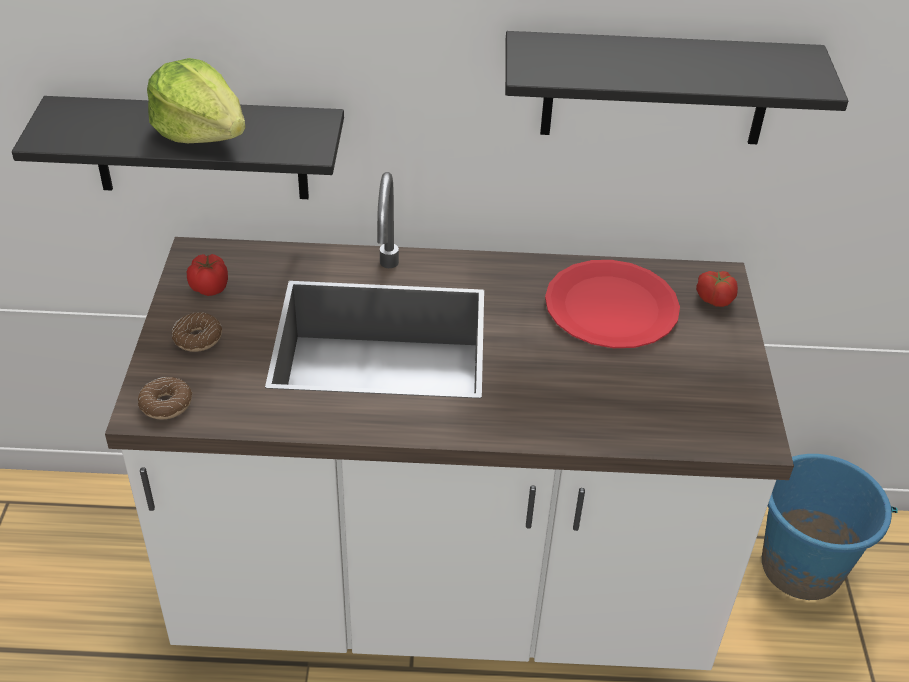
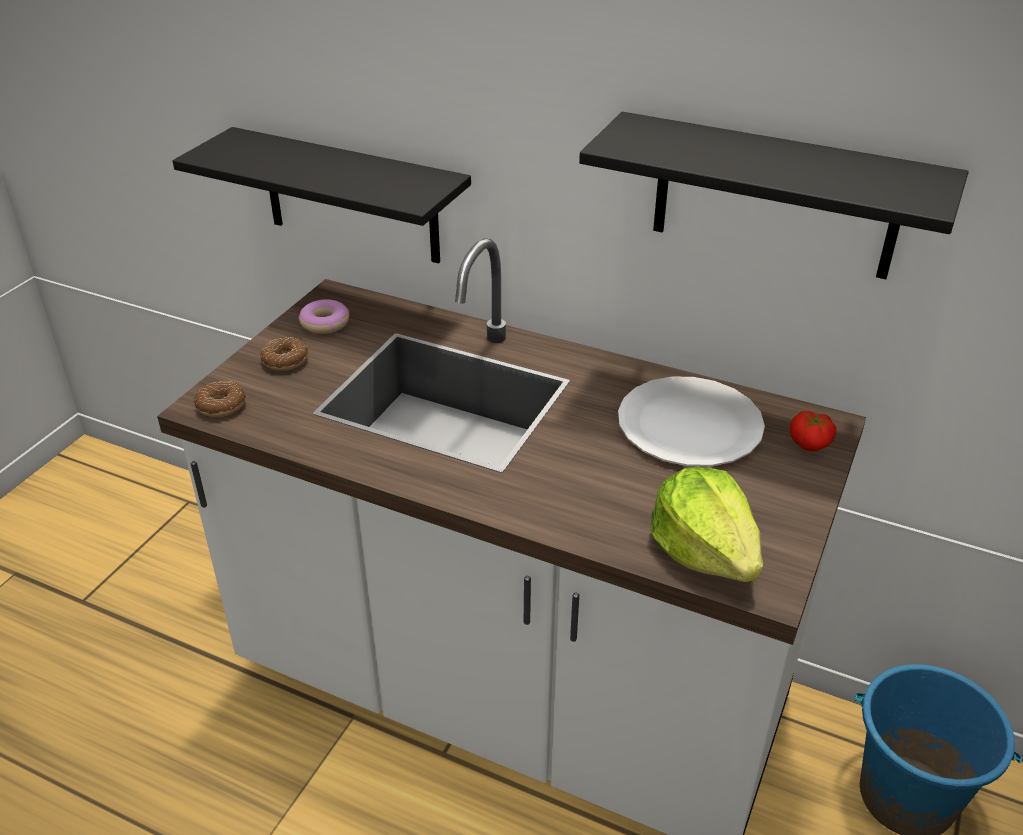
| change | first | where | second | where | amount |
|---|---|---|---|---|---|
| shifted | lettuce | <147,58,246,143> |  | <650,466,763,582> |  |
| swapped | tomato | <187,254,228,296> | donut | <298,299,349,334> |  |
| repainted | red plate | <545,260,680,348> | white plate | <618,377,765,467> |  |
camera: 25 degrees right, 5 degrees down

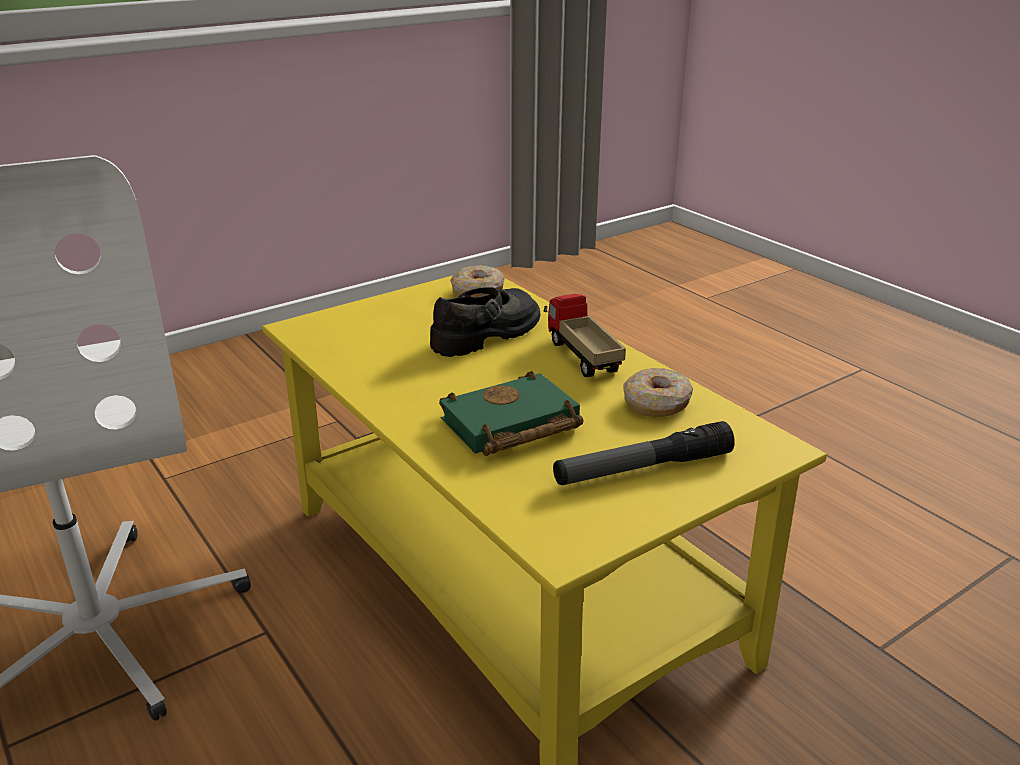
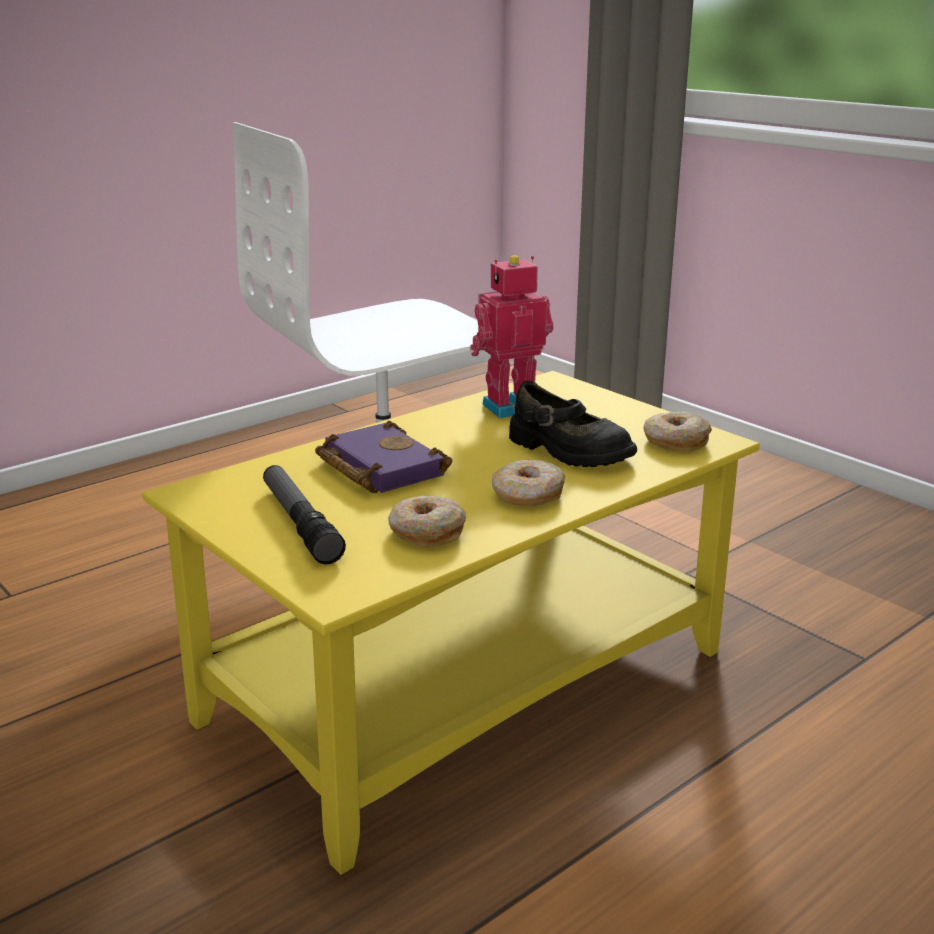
| change | first | where | second | where | amount |
|---|---|---|---|---|---|
| new |  |  | toy robot | <470,255,554,418> |  |
| swapped | toy truck | <544,294,626,377> | donut | <492,460,565,506> |  |
| repainted | green book | <439,371,583,456> | purple book | <315,421,452,493> |  |
camera: 85 degrees right, 5 degrees down

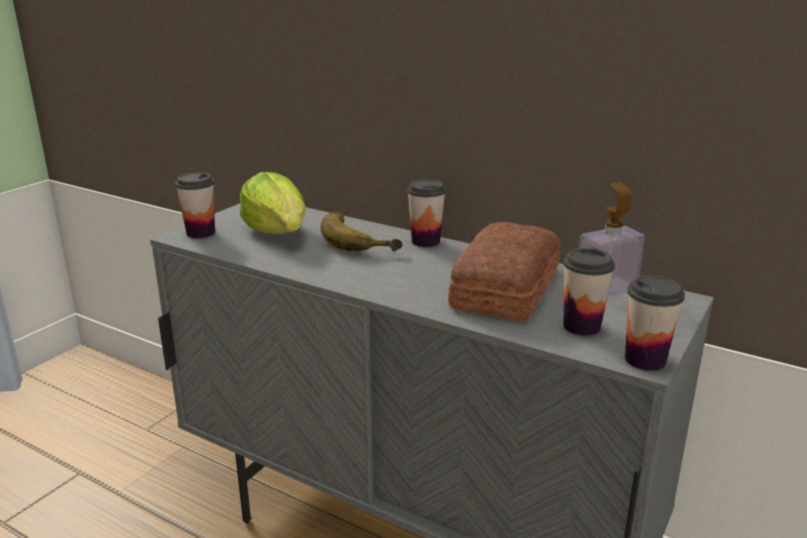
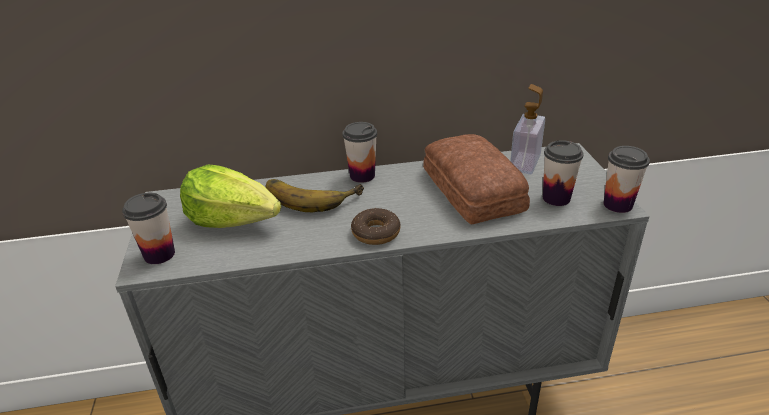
| change | first | where | second | where | amount |
|---|---|---|---|---|---|
| new |  |  | donut | <351,208,401,245> |  |
camera: 40 degrees left, 10 degrees up

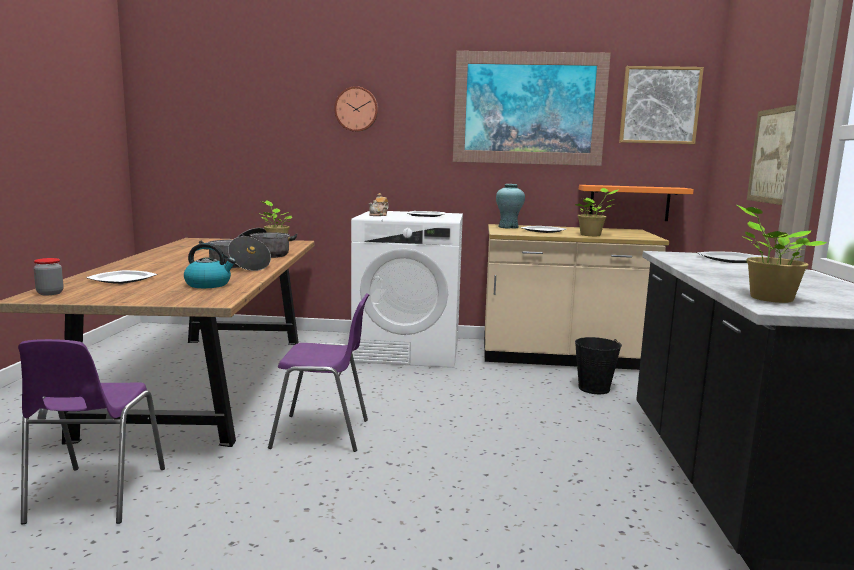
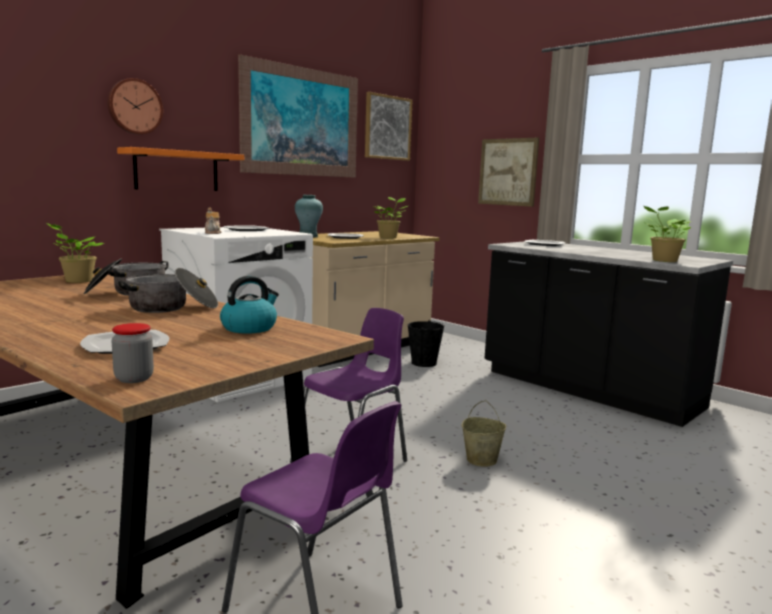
| change | first | where | second | where | amount |
|---|---|---|---|---|---|
| new |  |  | beige bucket | <461,400,506,467> |  |
| shifted | orange shelf | <579,185,694,221> |  | <117,147,244,191> |  |
camera: 50 degrees left, 0 degrees up

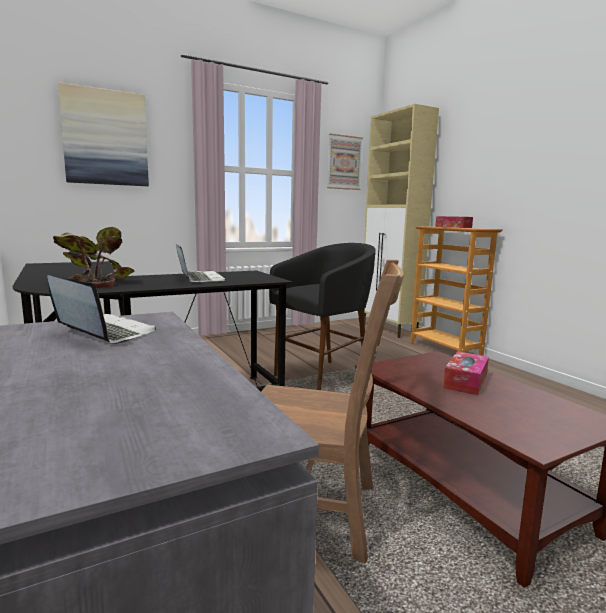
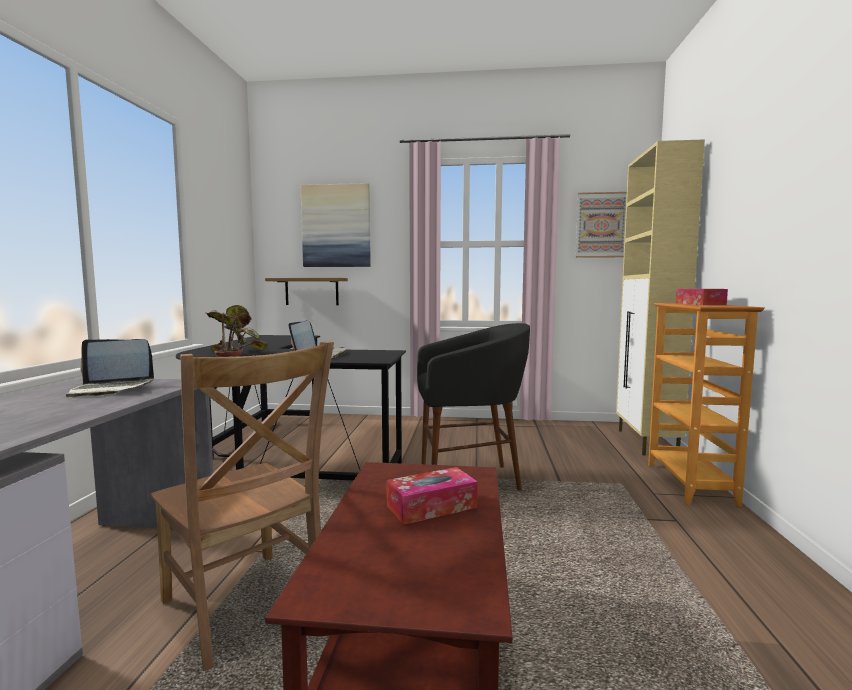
| change | first | where | second | where | amount |
|---|---|---|---|---|---|
| new |  |  | shelf | <265,278,348,305> |  |
| rotated | laptop | <47,275,156,344> |  | <66,339,154,397> | 105 degrees clockwise |
camera: 35 degrees right, 5 degrees down

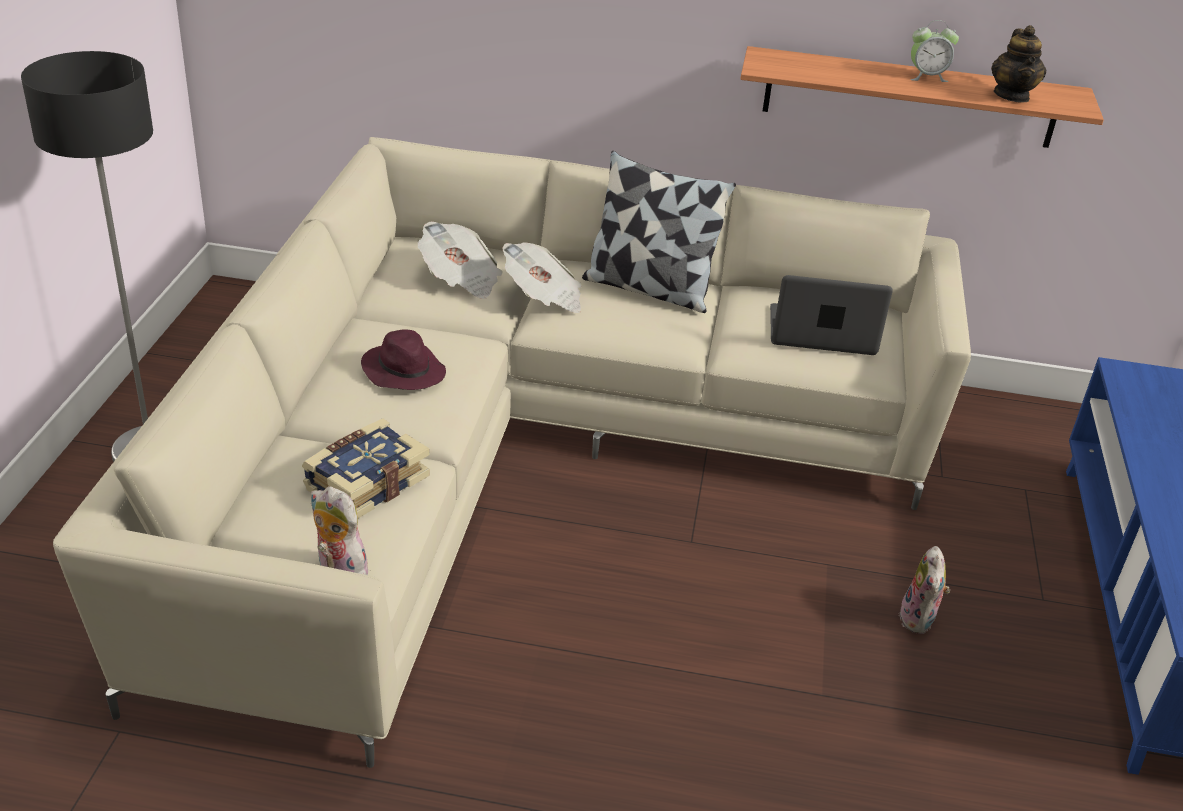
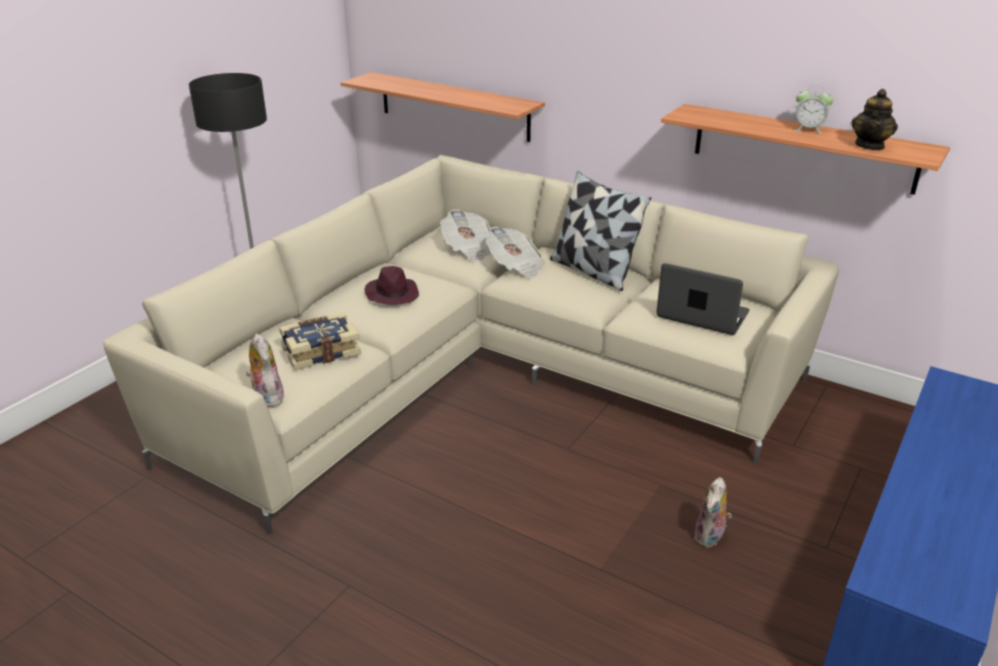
| change | first | where | second | where | amount |
|---|---|---|---|---|---|
| new |  |  | shelf | <341,72,545,142> |  |
camera: 25 degrees right, 5 degrees down

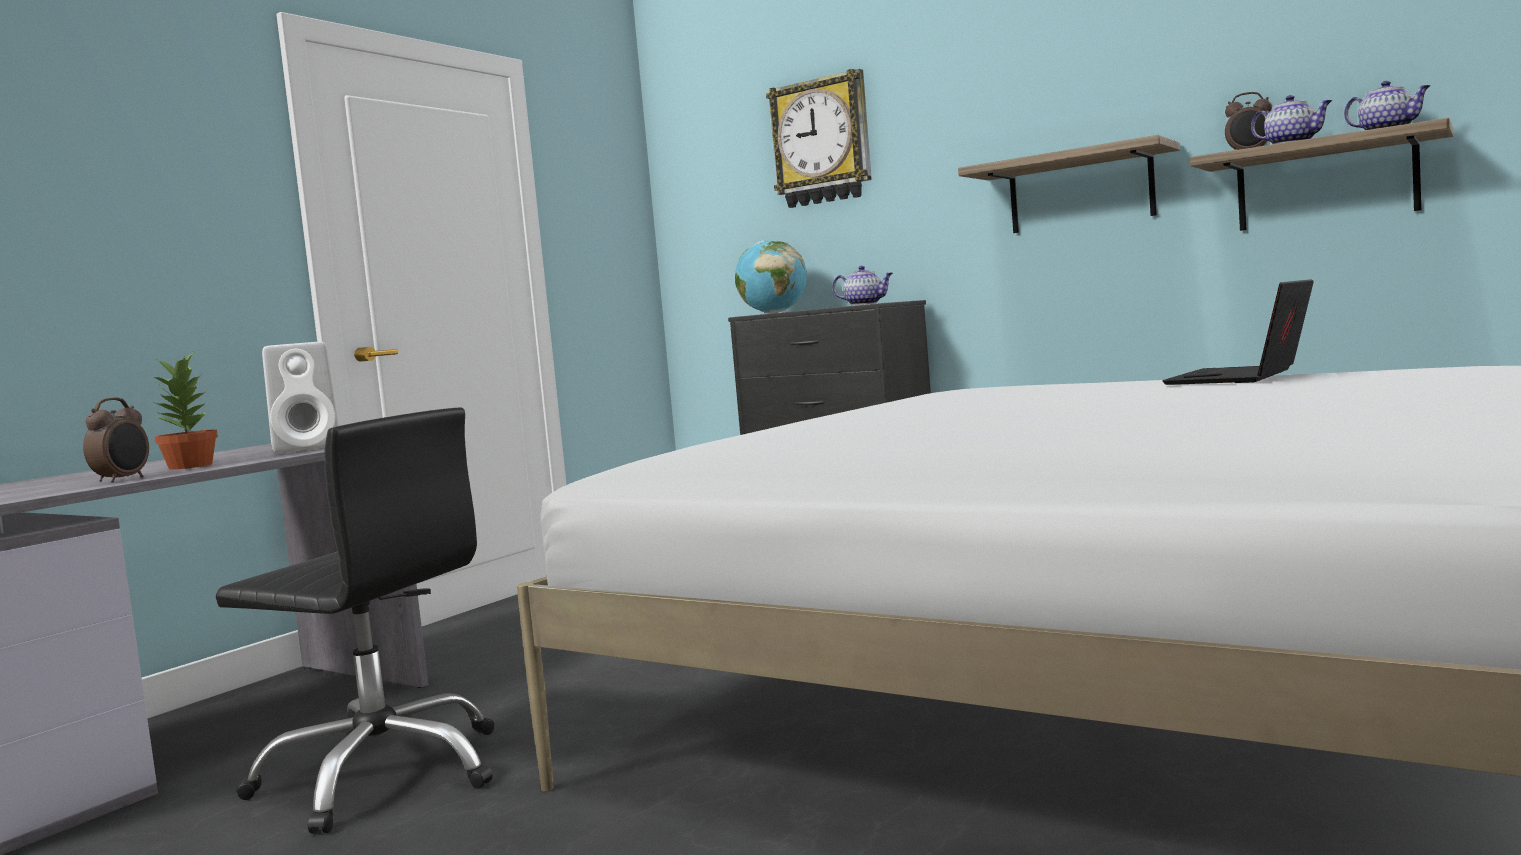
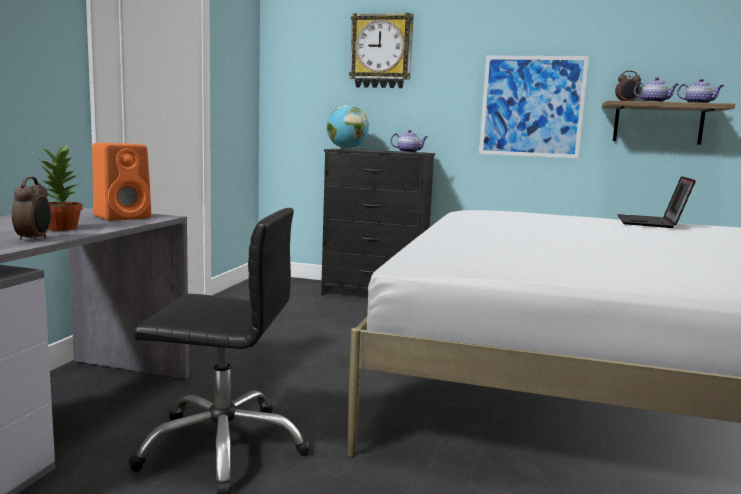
| change | first | where | second | where | amount |
|---|---|---|---|---|---|
| swapped | shelf | <958,135,1180,233> | picture | <479,56,589,158> |  |
| repainted | white speaker | <262,342,339,453> | orange speaker | <92,143,151,221> |  |
camera: 20 degrees left, 5 degrees up

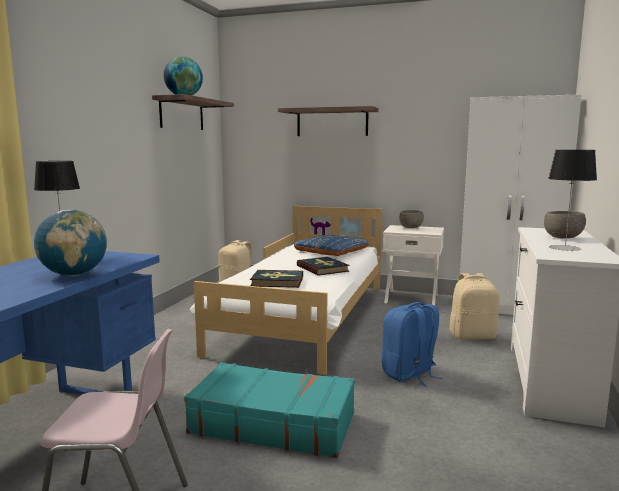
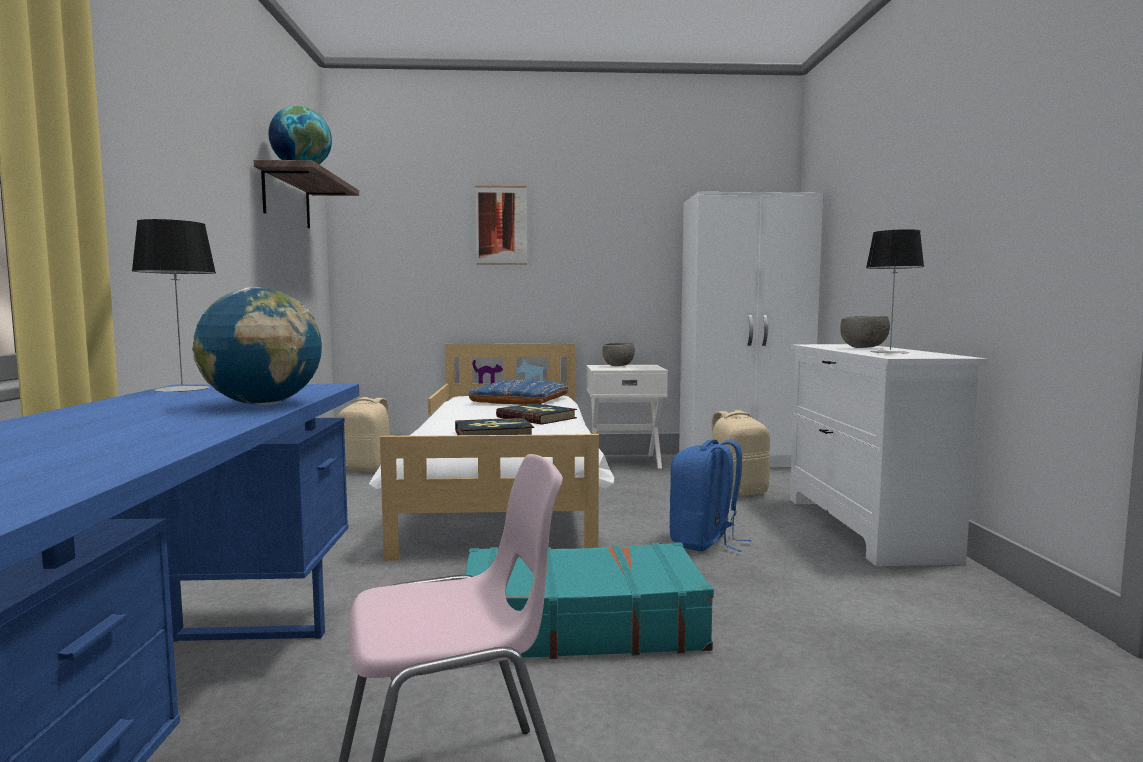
| change | first | where | second | where | amount |
|---|---|---|---|---|---|
| swapped | shelf | <278,106,379,136> | picture | <476,186,527,265> |  |
camera: 20 degrees left, 5 degrees down

